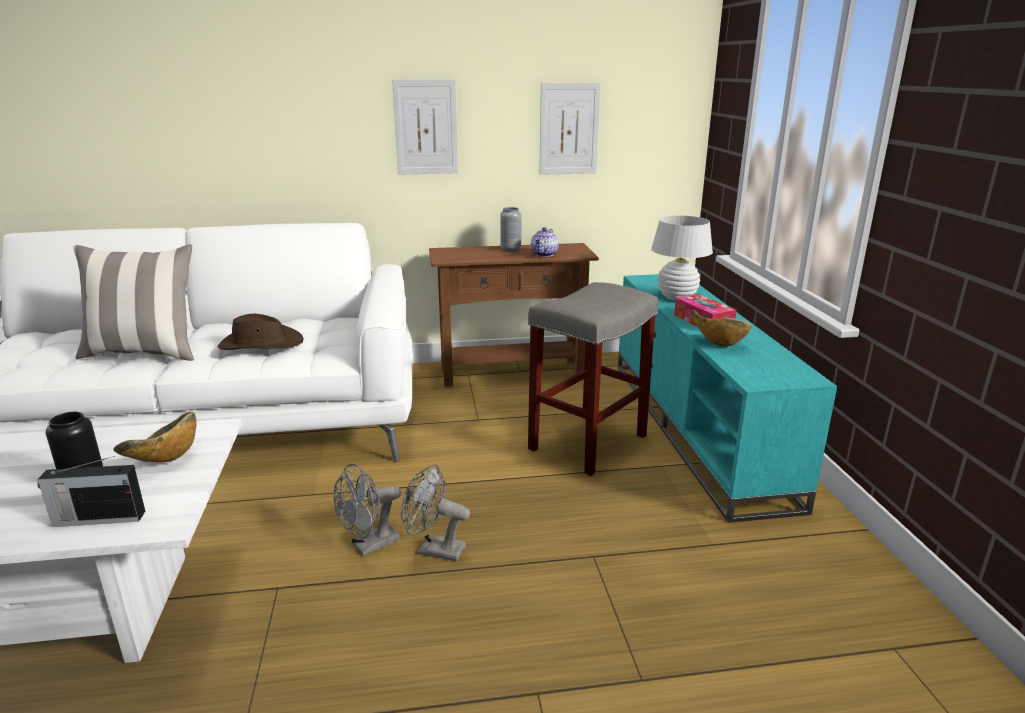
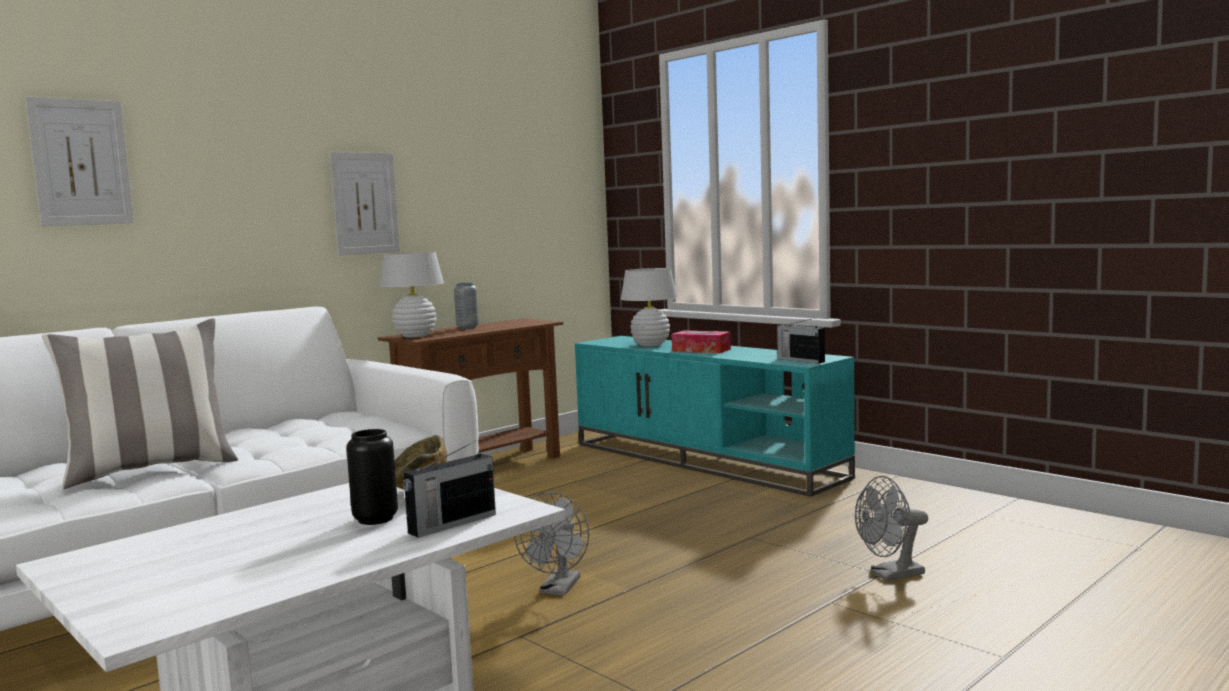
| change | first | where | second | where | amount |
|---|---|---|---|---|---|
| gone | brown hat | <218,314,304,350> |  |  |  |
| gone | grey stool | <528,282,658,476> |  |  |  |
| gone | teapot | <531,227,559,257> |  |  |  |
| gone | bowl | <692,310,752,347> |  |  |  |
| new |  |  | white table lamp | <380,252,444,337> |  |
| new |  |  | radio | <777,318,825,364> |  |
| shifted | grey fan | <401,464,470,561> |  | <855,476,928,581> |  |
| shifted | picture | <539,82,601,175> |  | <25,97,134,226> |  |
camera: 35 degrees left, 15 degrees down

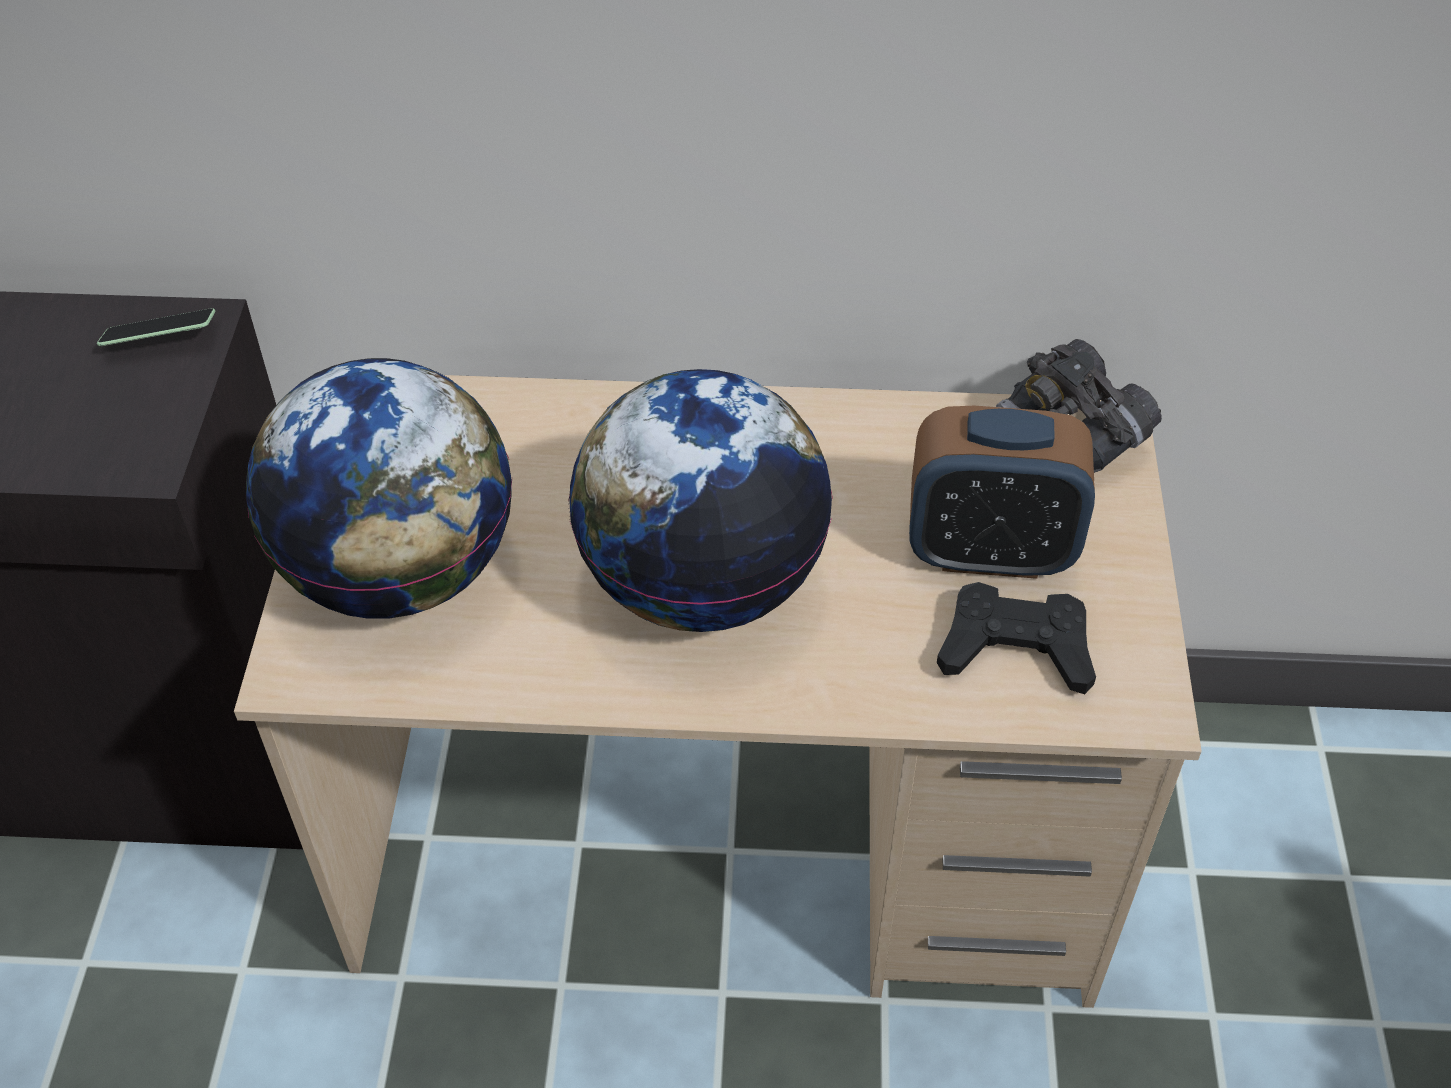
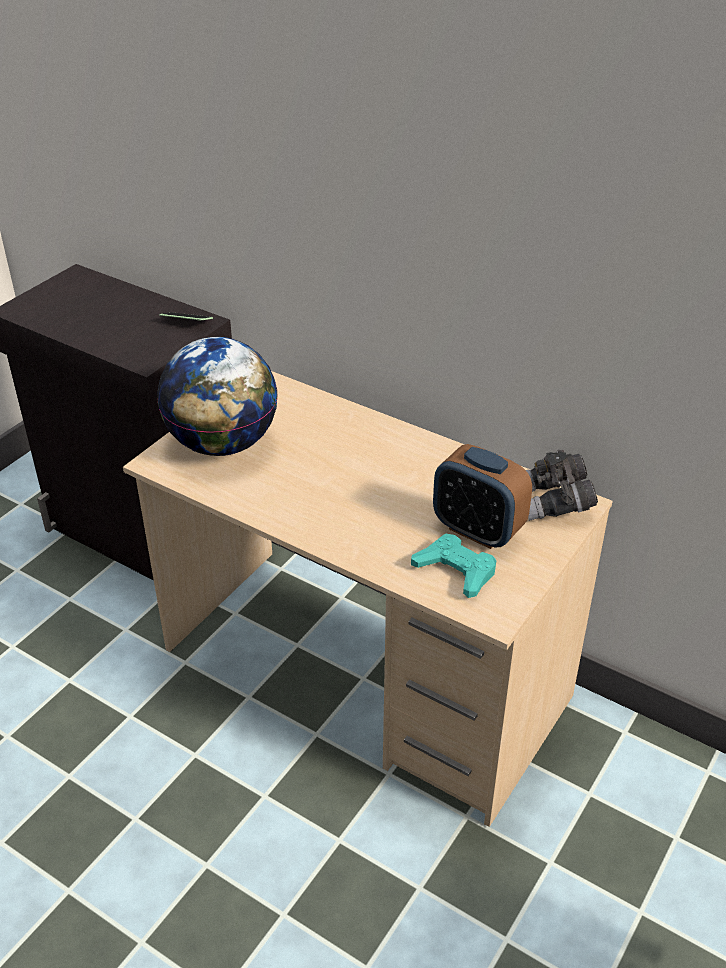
| change | first | where | second | where | amount |
|---|---|---|---|---|---|
| gone | globe | <568,369,833,632> |  |  |  |
| repainted | black game controller | <937,582,1096,694> | turquoise game controller | <411,534,497,598> |  |
camera: 30 degrees right, 10 degrees down

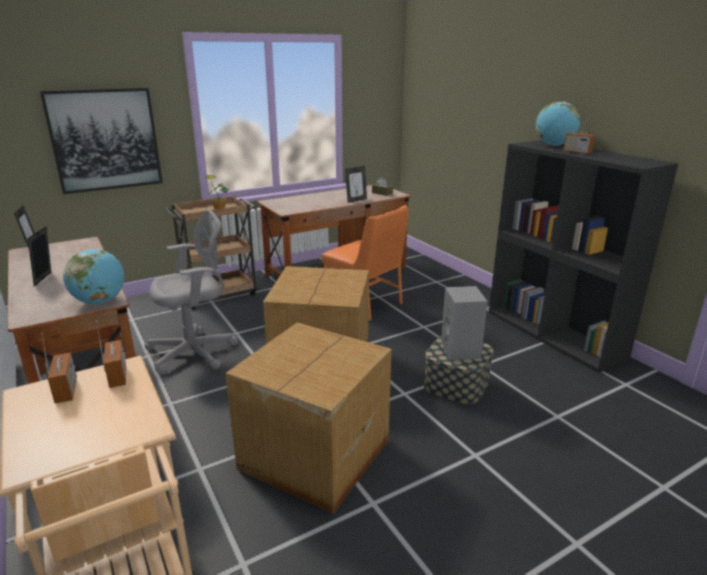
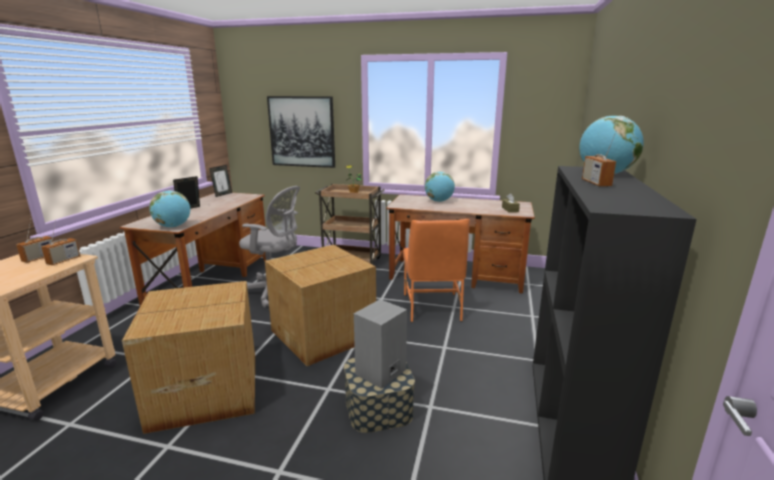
| change | first | where | second | where | amount |
|---|---|---|---|---|---|
| gone | picture frame | <345,166,367,203> |  |  |  |
| new |  |  | globe | <425,171,455,202> |  |
camera: 45 degrees right, 5 degrees down

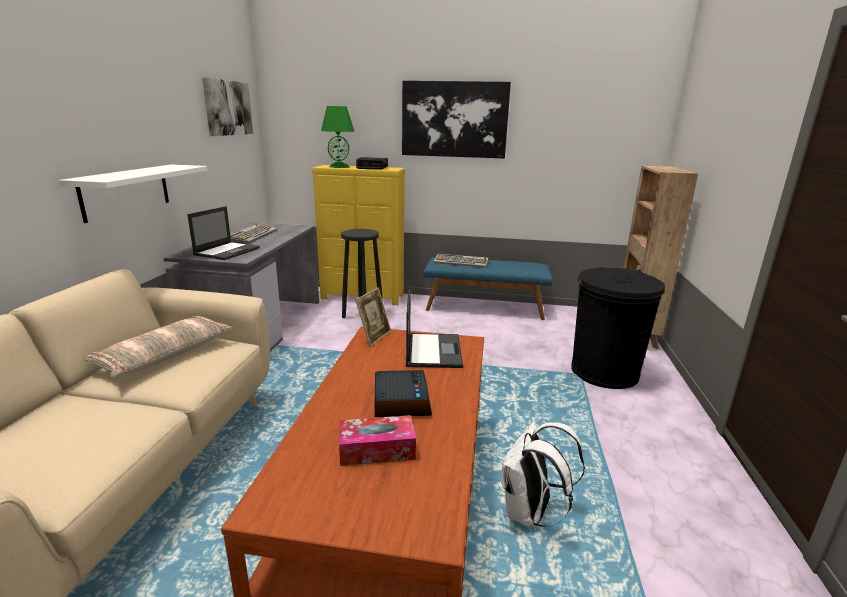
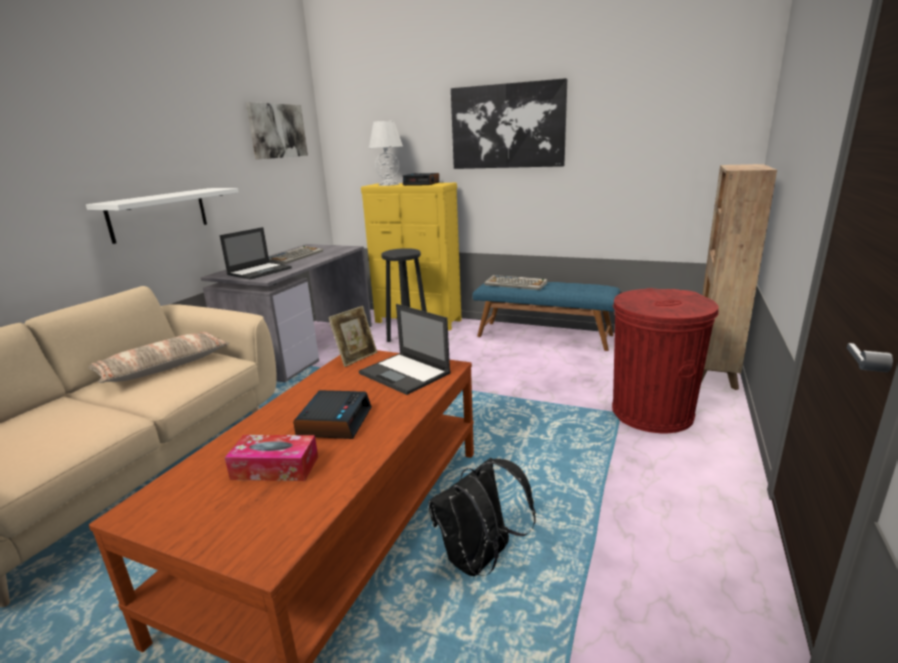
| change | first | where | second | where | amount |
|---|---|---|---|---|---|
| repainted | green table lamp | <321,106,355,168> | white table lamp | <369,121,403,186> |  |
| repainted | white backpack | <501,422,585,528> | black backpack | <428,458,536,576> |  |
| repainted | black trash can | <571,267,665,389> | red trash can | <612,288,719,433> |  |
| rotated | laptop | <406,287,463,368> |  | <359,304,451,395> | 120 degrees clockwise |
camera: 15 degrees right, 0 degrees up

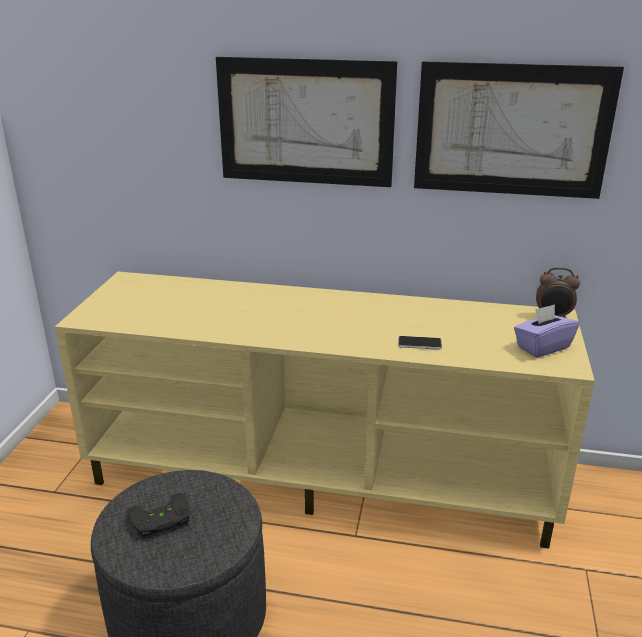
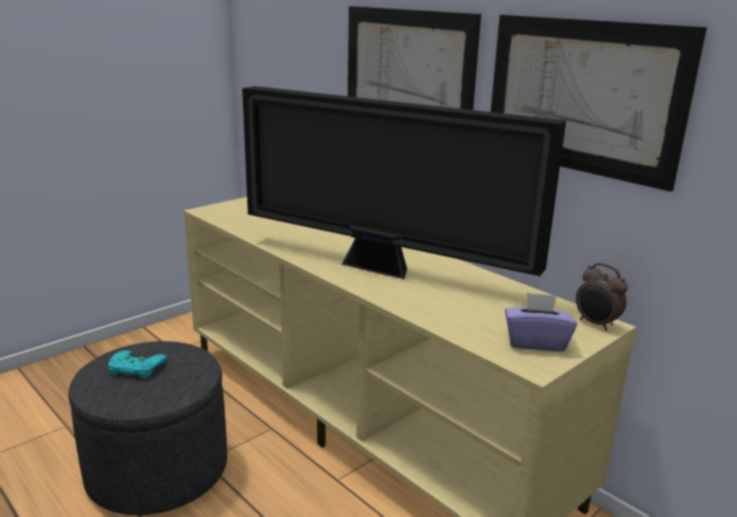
| change | first | where | second | where | amount |
|---|---|---|---|---|---|
| gone | phone | <398,336,442,350> |  |  |  |
| new |  |  | television | <242,86,566,279> |  |
| repainted | black game controller | <127,493,189,539> | turquoise game controller | <108,351,167,378> |  |
camera: 35 degrees right, 5 degrees down

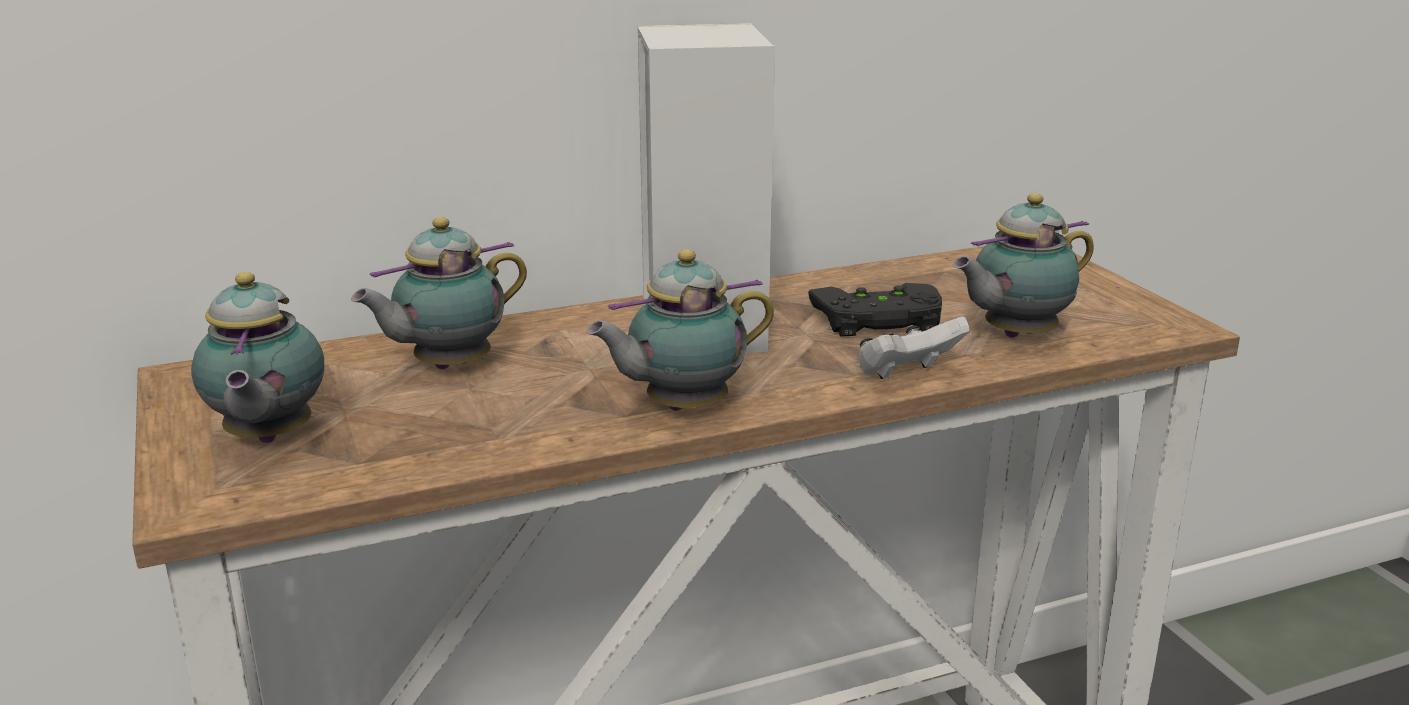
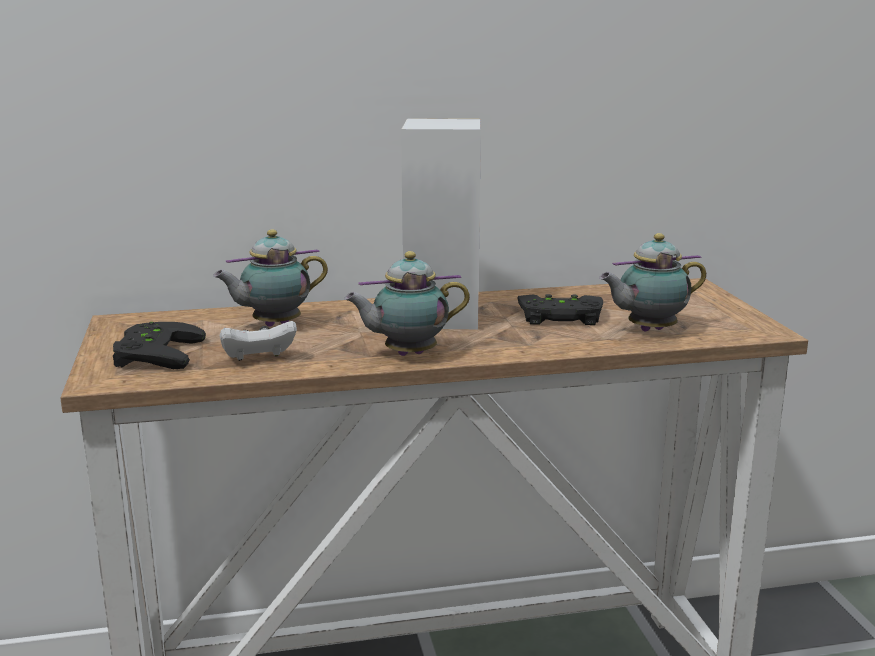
| change | first | where | second | where | amount |
|---|---|---|---|---|---|
| shifted | white game controller | <858,316,970,379> |  | <220,321,297,361> |  |
| swapped | teapot | <191,272,324,443> | black game controller | <113,322,206,369> |  |
camera: 10 degrees right, 5 degrees down

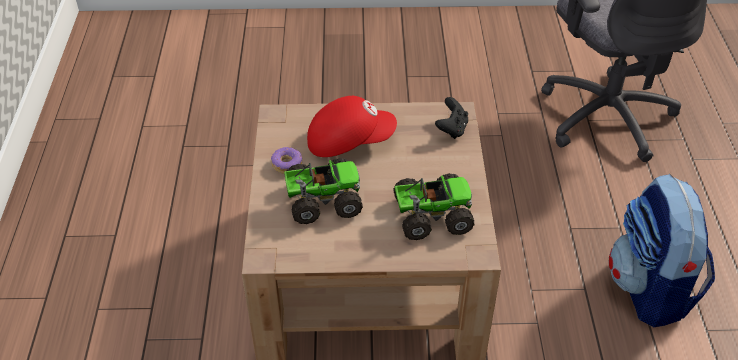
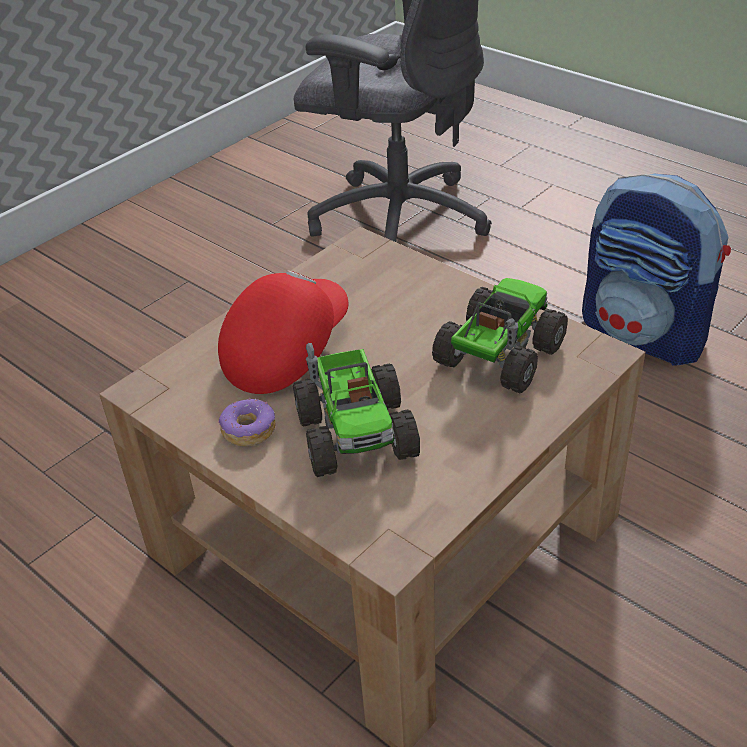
| change | first | where | second | where | amount |
|---|---|---|---|---|---|
| gone | black game controller | <435,97,468,139> |  |  |  |
| rotated | toy truck | <284,158,363,224> |  | <293,343,420,477> | 135 degrees clockwise |
camera: 45 degrees left, 5 degrees down

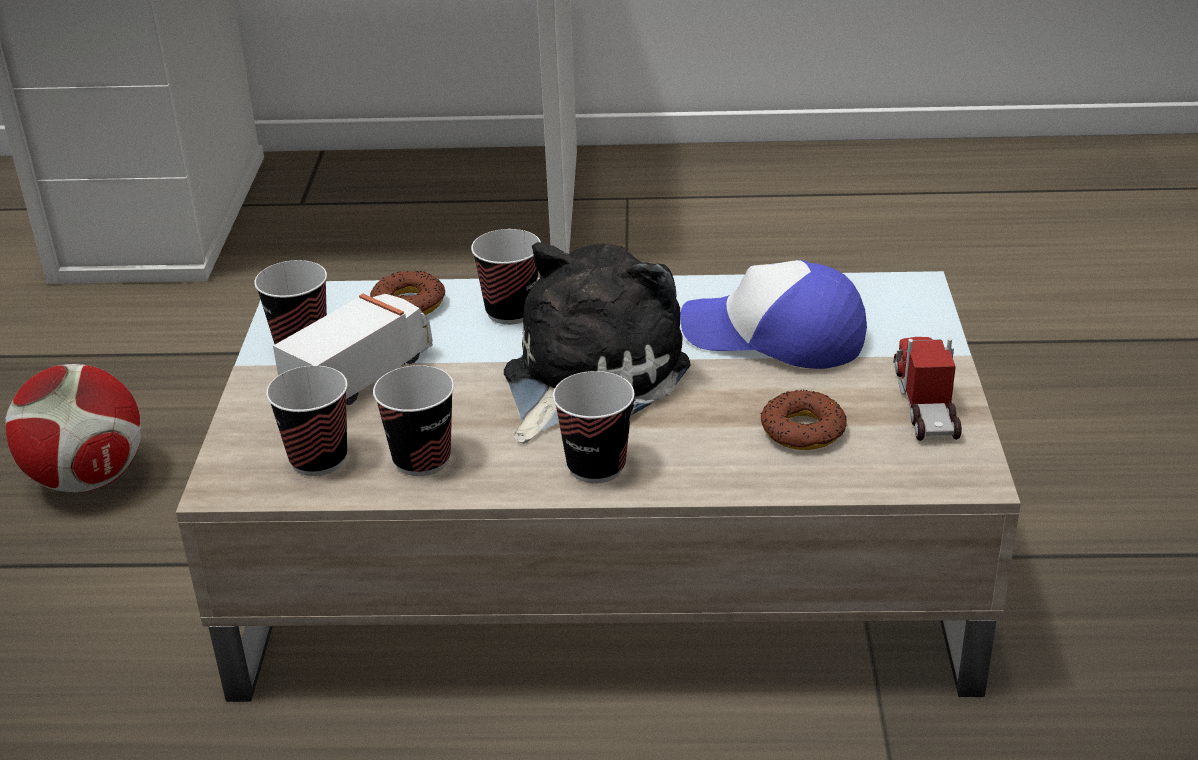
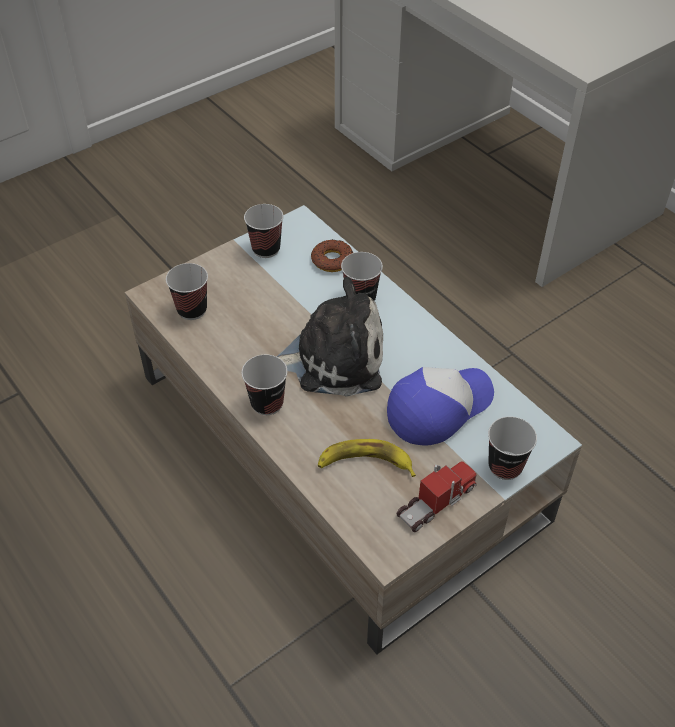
| change | first | where | second | where | amount |
|---|---|---|---|---|---|
| gone | football | <5,364,141,492> |  |  |  |
| gone | toy truck | <273,293,433,405> |  |  |  |
| shifted | cup | <373,365,454,476> |  | <488,417,537,480> |  |
| swapped | donut | <760,390,847,450> | banana | <318,439,416,477> |  |
| rotated | cap | <680,260,867,369> |  | <387,367,494,446> | 75 degrees clockwise |
camera: 50 degrees right, 15 degrees up

